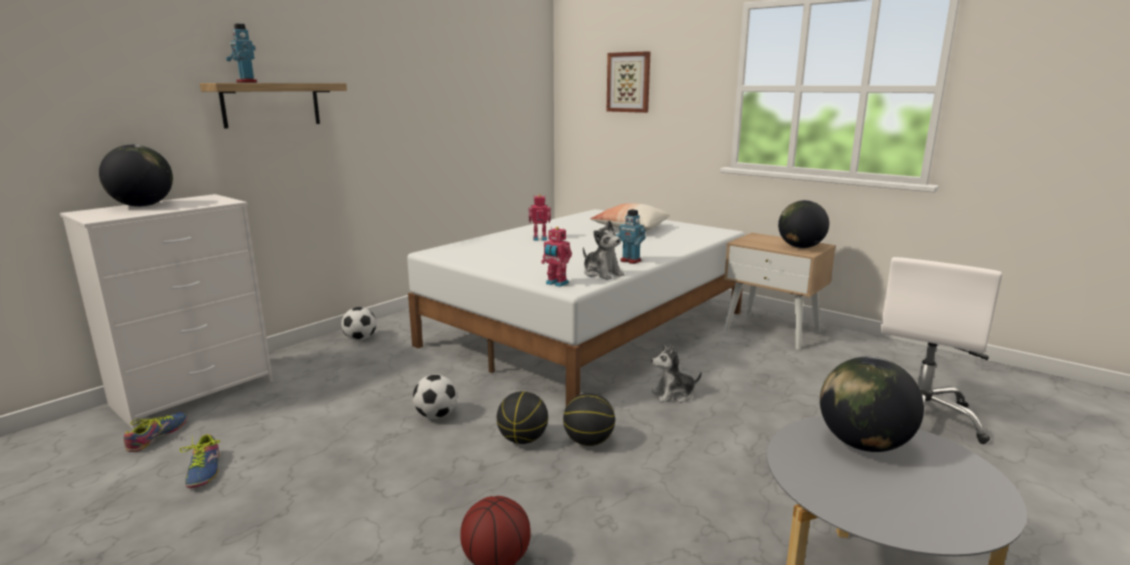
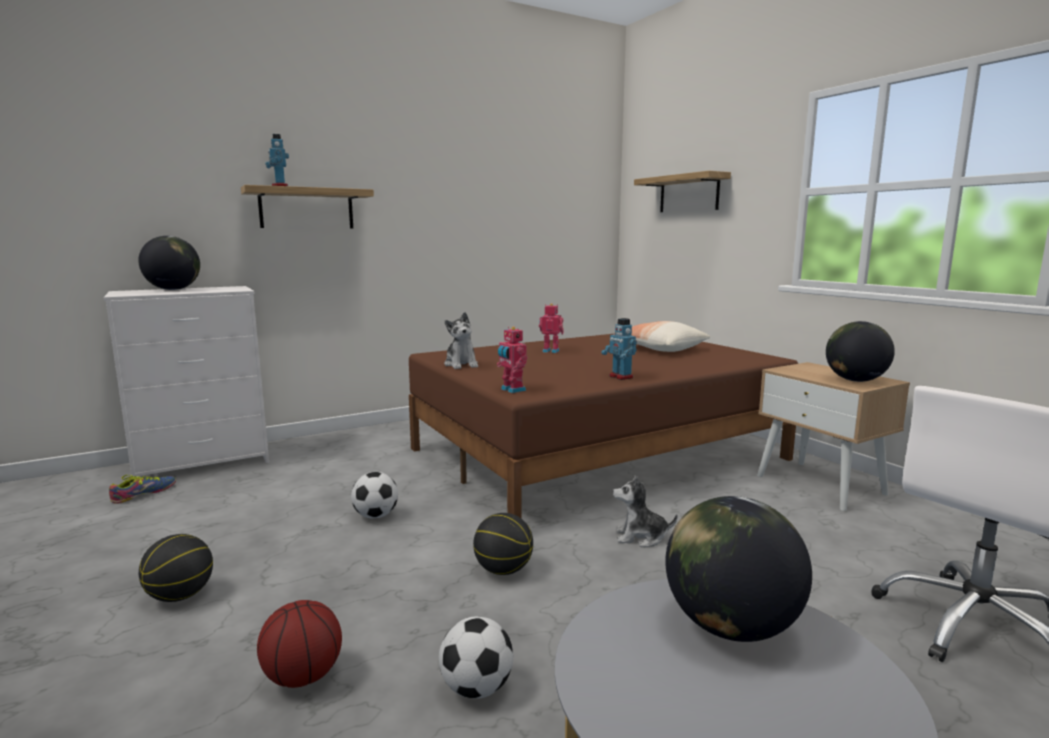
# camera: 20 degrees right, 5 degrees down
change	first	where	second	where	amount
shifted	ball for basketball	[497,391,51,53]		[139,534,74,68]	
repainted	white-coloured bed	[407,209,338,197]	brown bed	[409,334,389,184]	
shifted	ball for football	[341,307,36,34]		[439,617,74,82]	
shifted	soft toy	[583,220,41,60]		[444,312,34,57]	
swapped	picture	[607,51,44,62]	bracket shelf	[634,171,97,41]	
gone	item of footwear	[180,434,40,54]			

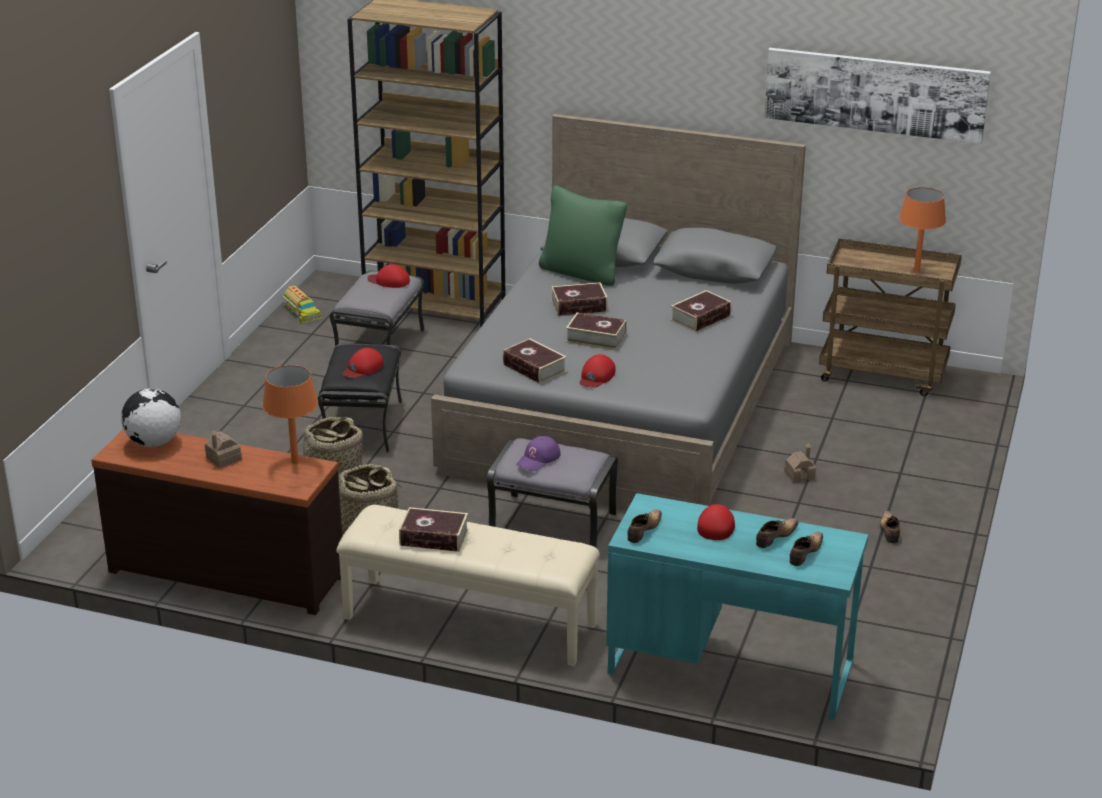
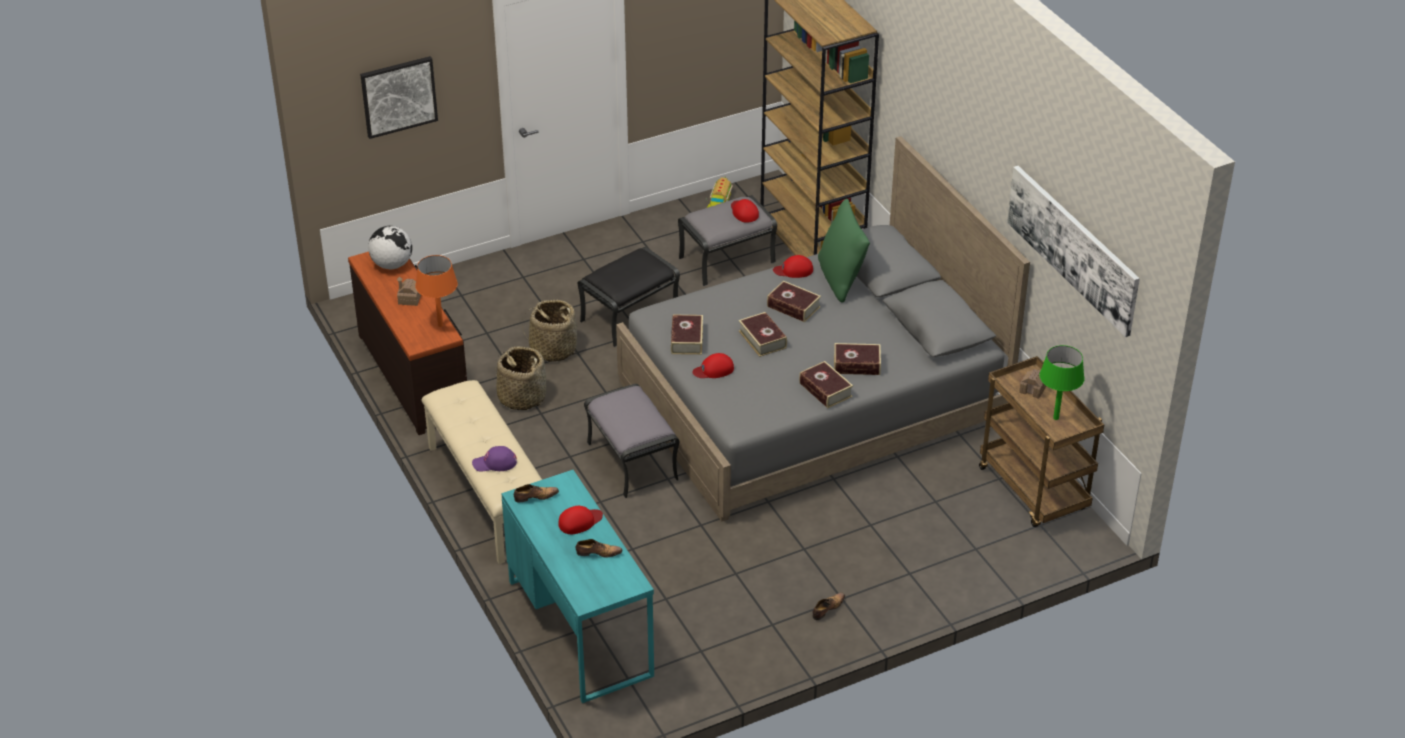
# camera: 45 degrees right, 10 degrees up
change	first	where	second	where	amount
new			picture	[360,56,78,83]	
shifted	purple-coloured baseball cap	[516,436,45,35]		[472,446,45,25]	
shifted	red baseball cap	[342,348,42,30]		[773,255,40,23]	
shifted	volume	[399,507,69,45]		[799,361,54,47]	
shifted	model house	[784,443,32,40]		[1019,369,27,30]	
repainted	orange-coloured lamp for a table	[899,187,47,86]	green lamp for a table	[1039,345,45,75]	
gone	item of footwear	[790,532,33,34]			

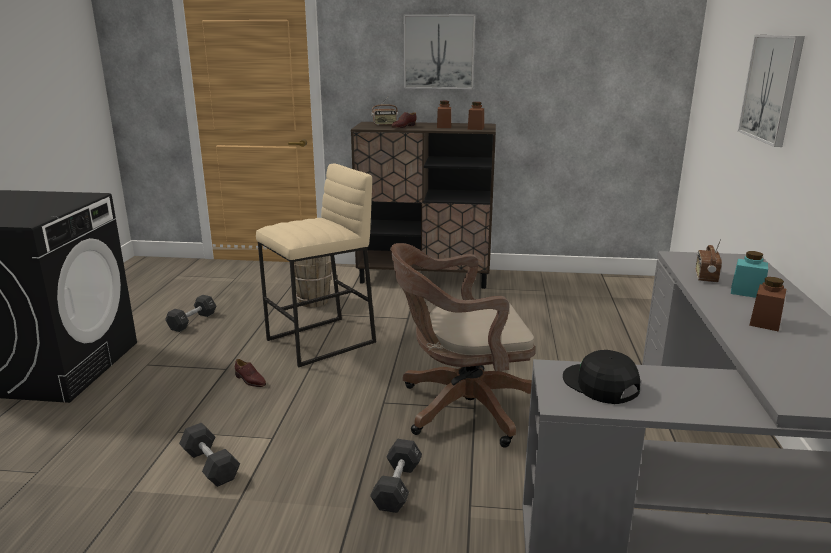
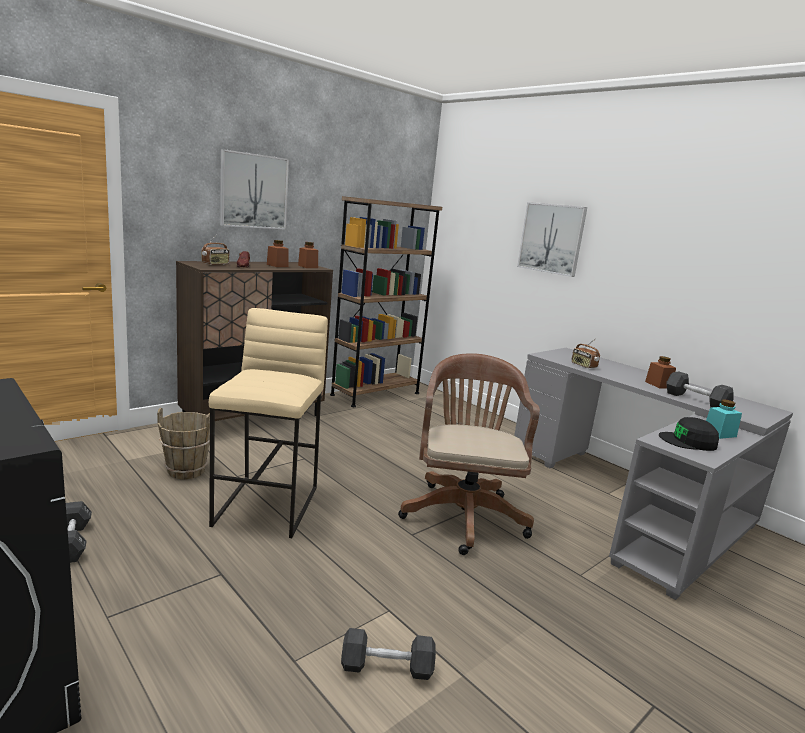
# camera: 50 degrees left, 5 degrees down
change	first	where	second	where	amount
new			brown bookshelf	[330,196,112,211]	
rotated	brown office chair	[390,243,146,205]		[398,353,142,202]	150 degrees clockwise
shifted	black-coloured dumbbell	[370,439,52,74]		[666,372,68,36]	
shifted	turquoise-coloured preserve jar	[731,251,37,47]		[706,399,36,40]	
gone	brown item of footwear	[235,359,31,28]			

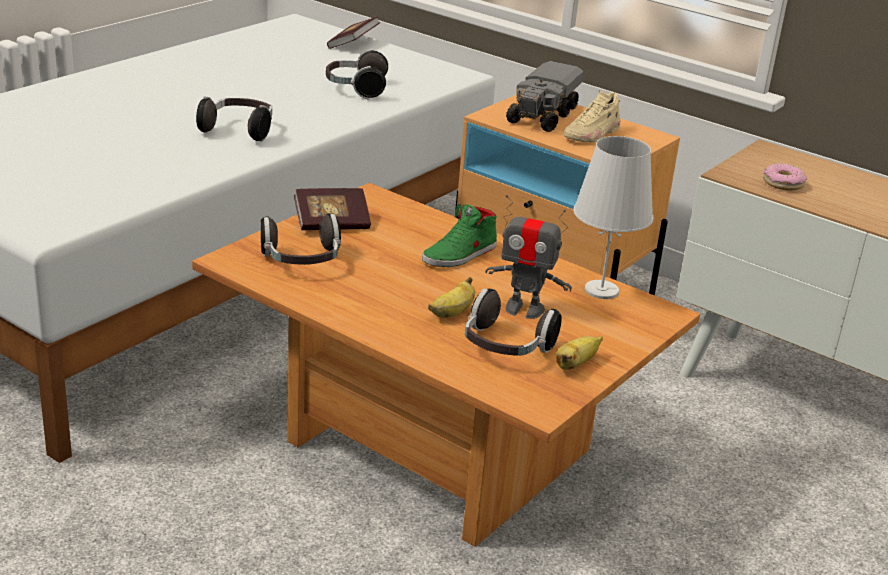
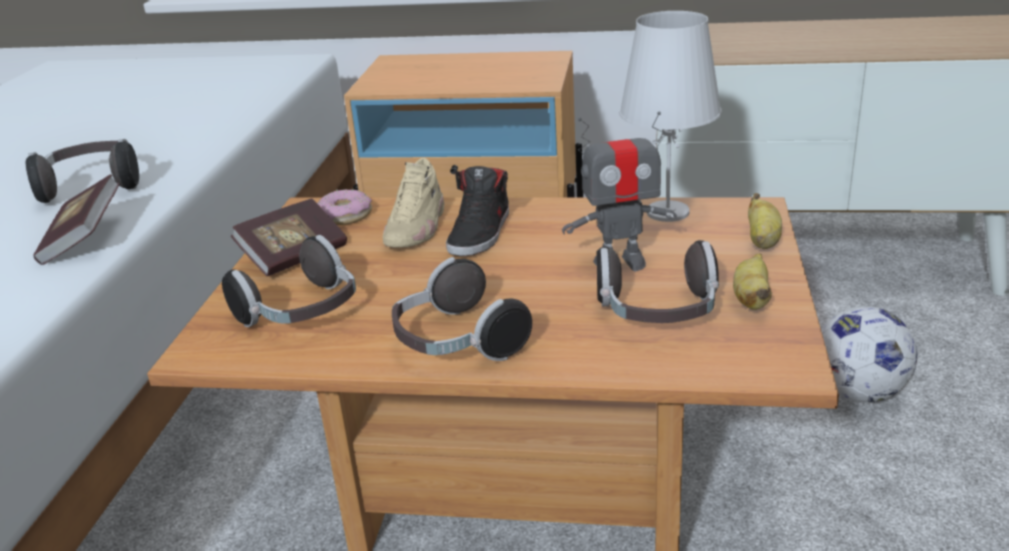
# camera: 25 degrees left, 0 degrees up
change	first	where	second	where	amount
shifted	volume	[327,16,53,33]		[33,174,86,91]	
shifted	doughnut	[763,163,44,27]		[317,189,55,36]	
shifted	beige item of footwear	[564,91,57,51]		[383,158,61,90]	
shifted	headphones	[326,49,62,50]		[392,257,140,104]	
repainted	green item of footwear	[422,204,75,63]	black-coloured item of footwear	[446,166,63,90]	
shifted	banana fruit	[428,277,47,41]		[748,193,34,56]	
new			ball for football	[821,306,97,96]	
gone	toy truck	[506,61,77,71]			

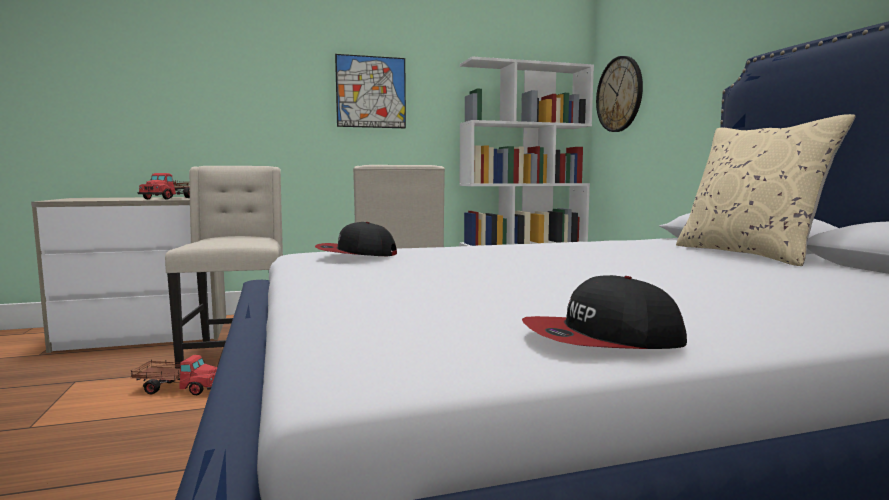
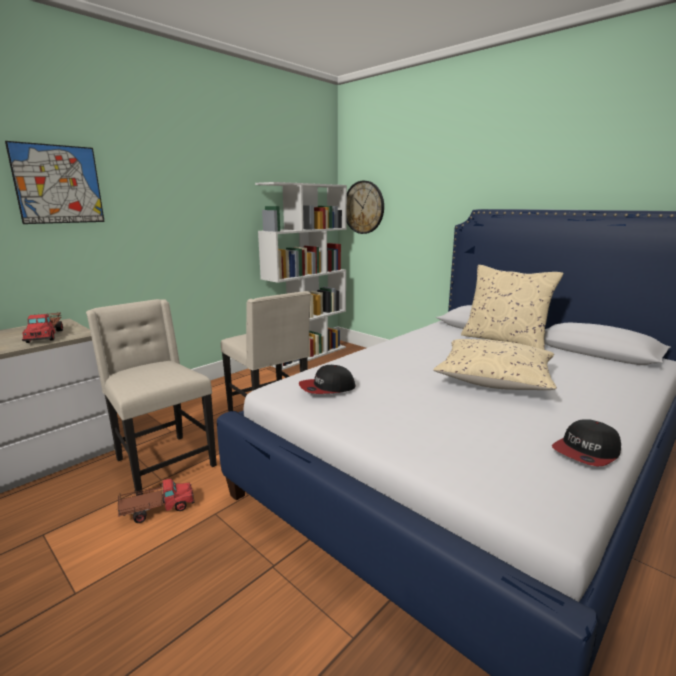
# camera: 30 degrees left, 10 degrees up
change	first	where	second	where	amount
shifted	picture	[335,54,71,74]		[5,141,100,83]	
new			beige cushion	[433,339,124,51]	

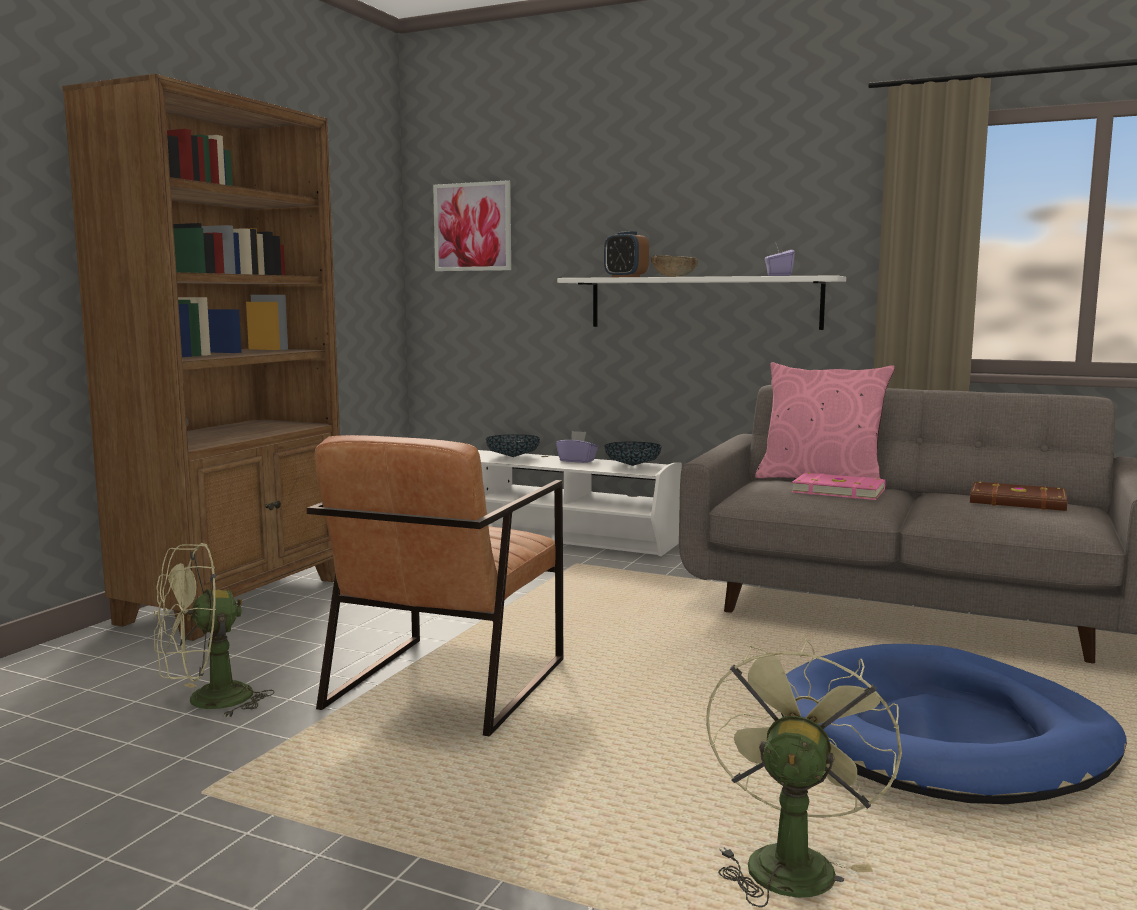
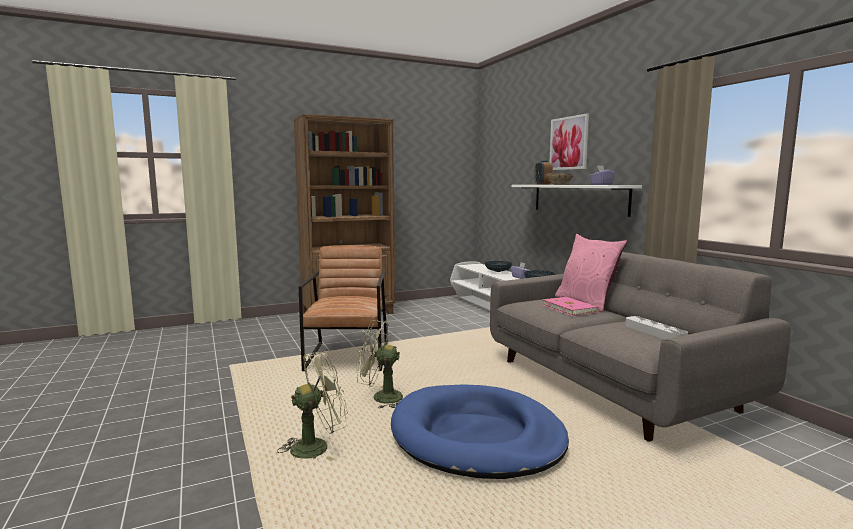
# camera: 40 degrees right, 0 degrees up
change	first	where	second	where	amount
rotated	brown lounge chair	[307,435,256,302]		[299,245,89,126]	120 degrees clockwise
shifted	green electric fan	[153,543,122,175]		[356,320,47,89]	
shifted	picture	[433,180,78,91]		[549,113,40,57]	
swapped	brown volume	[970,482,98,29]	gray tray	[625,316,63,23]	

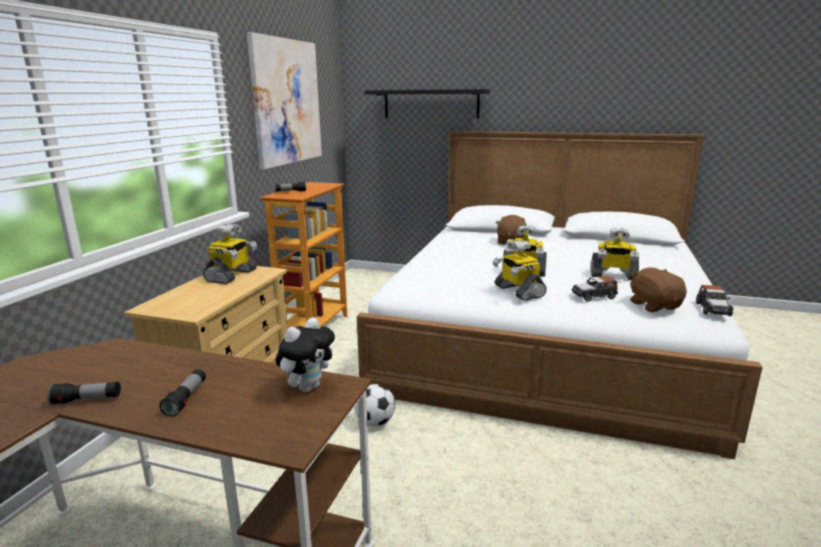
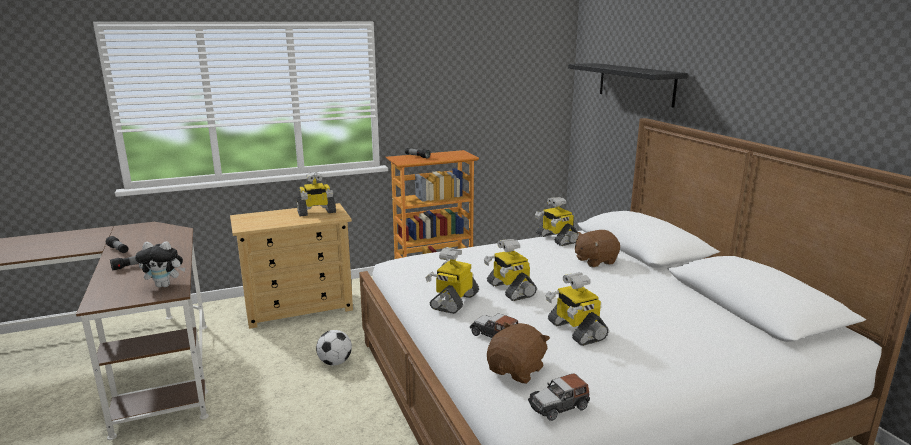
# camera: 50 degrees right, 0 degrees up
change	first	where	second	where	amount
new			toy robot	[535,197,43,49]	
gone	picture	[247,32,75,137]			

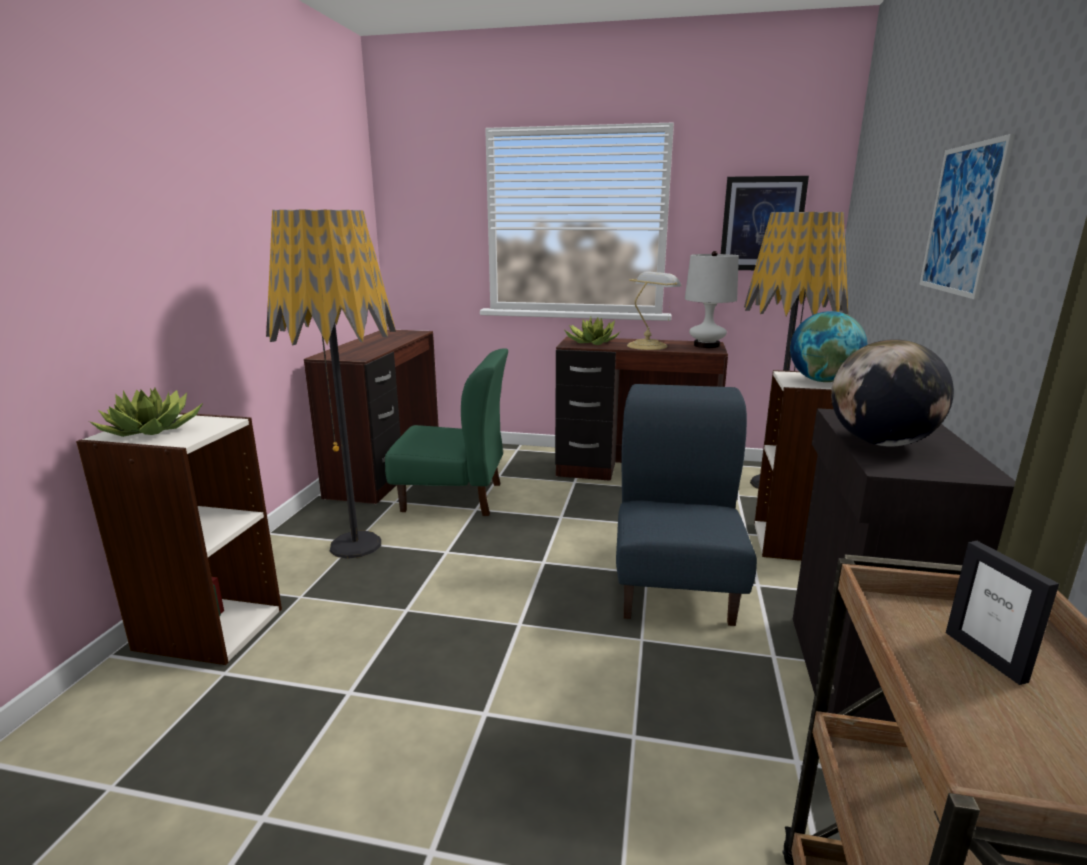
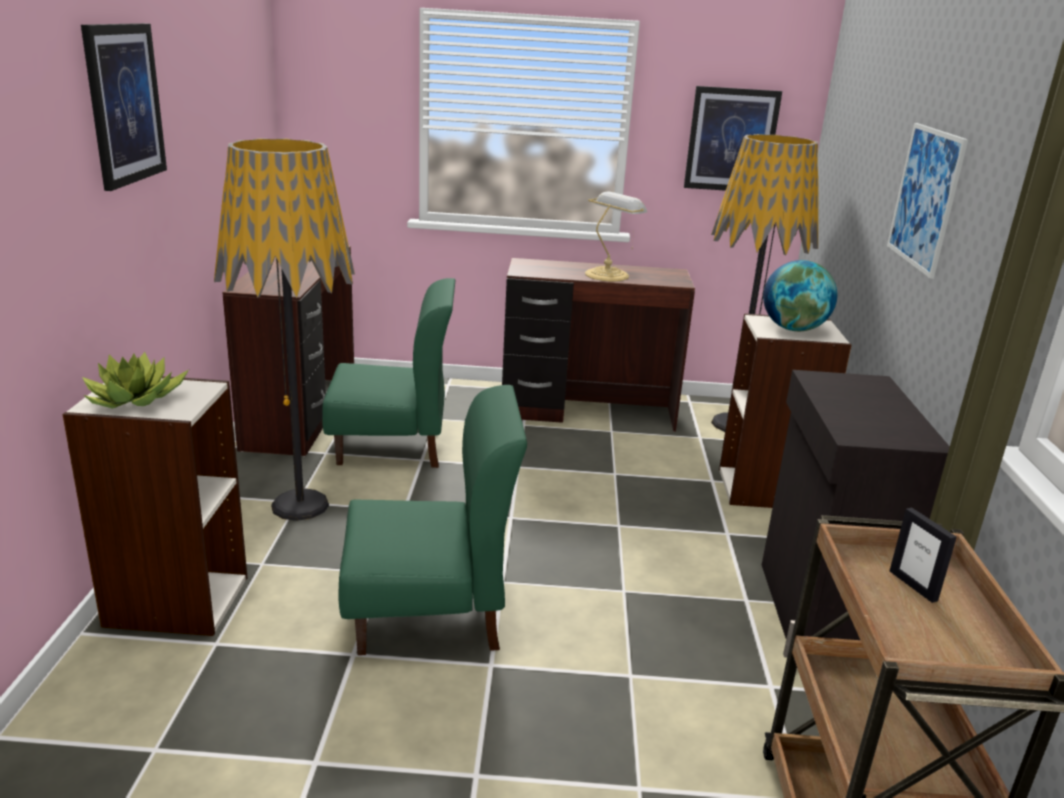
# camera: 10 degrees left, 5 degrees up
change	first	where	second	where	amount
new			picture	[81,23,86,168]	
new			green upright chair	[338,385,189,270]	
gone	potted plant	[565,317,55,28]			
gone	bluish upright chair	[616,384,141,242]			
gone	white-coloured lamp for a table	[685,251,54,97]			
gone	desk globe	[831,339,123,108]			

